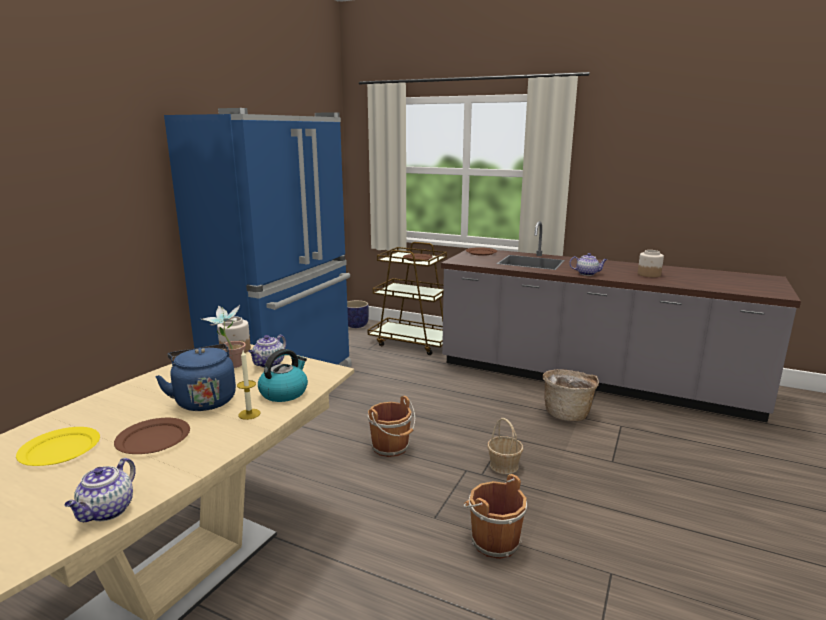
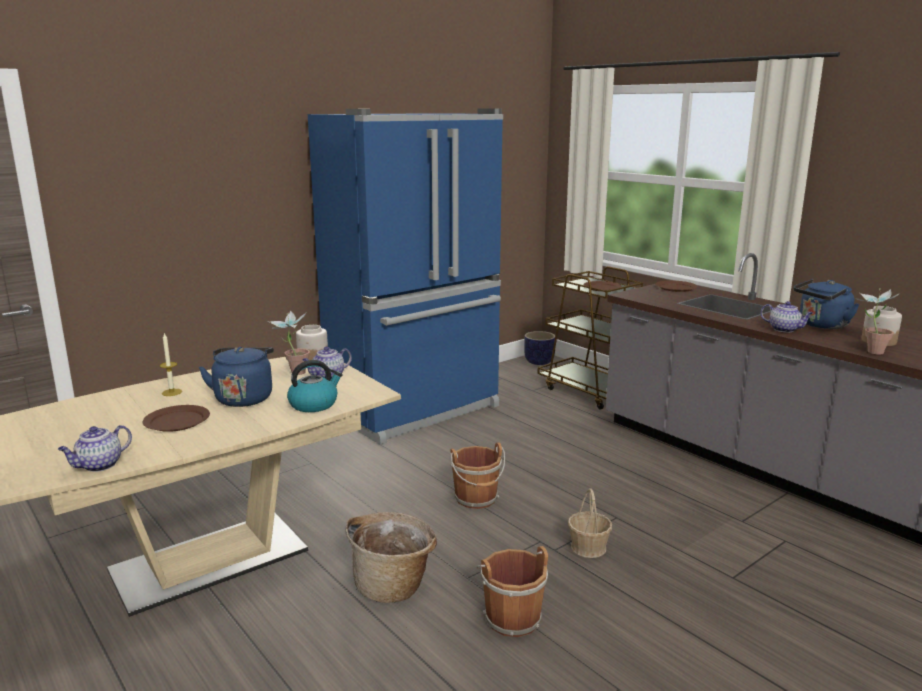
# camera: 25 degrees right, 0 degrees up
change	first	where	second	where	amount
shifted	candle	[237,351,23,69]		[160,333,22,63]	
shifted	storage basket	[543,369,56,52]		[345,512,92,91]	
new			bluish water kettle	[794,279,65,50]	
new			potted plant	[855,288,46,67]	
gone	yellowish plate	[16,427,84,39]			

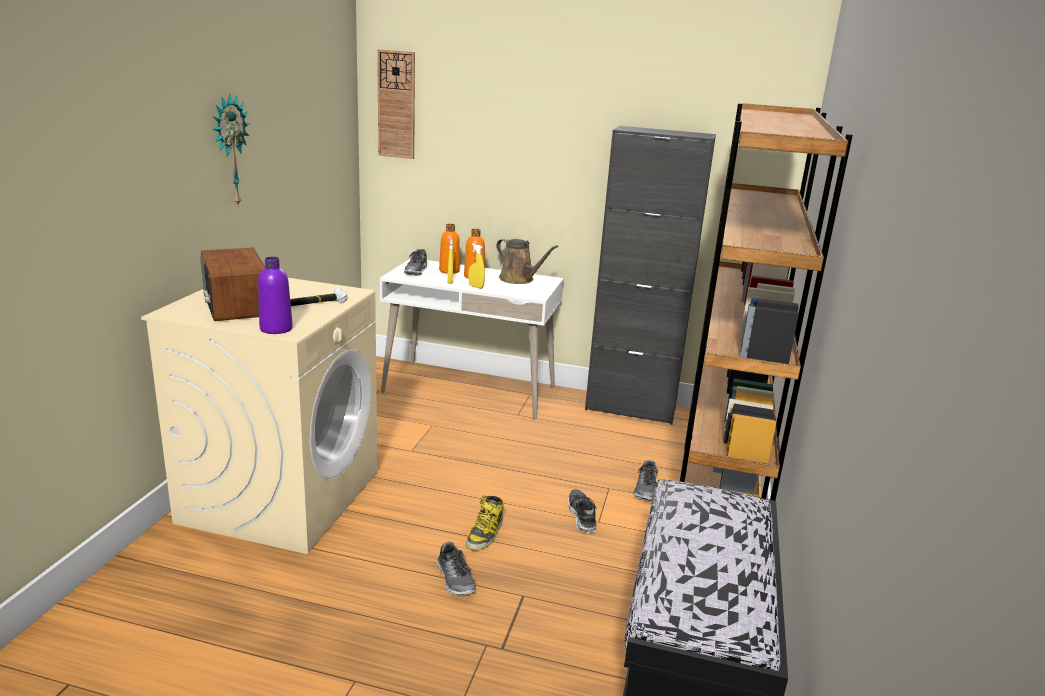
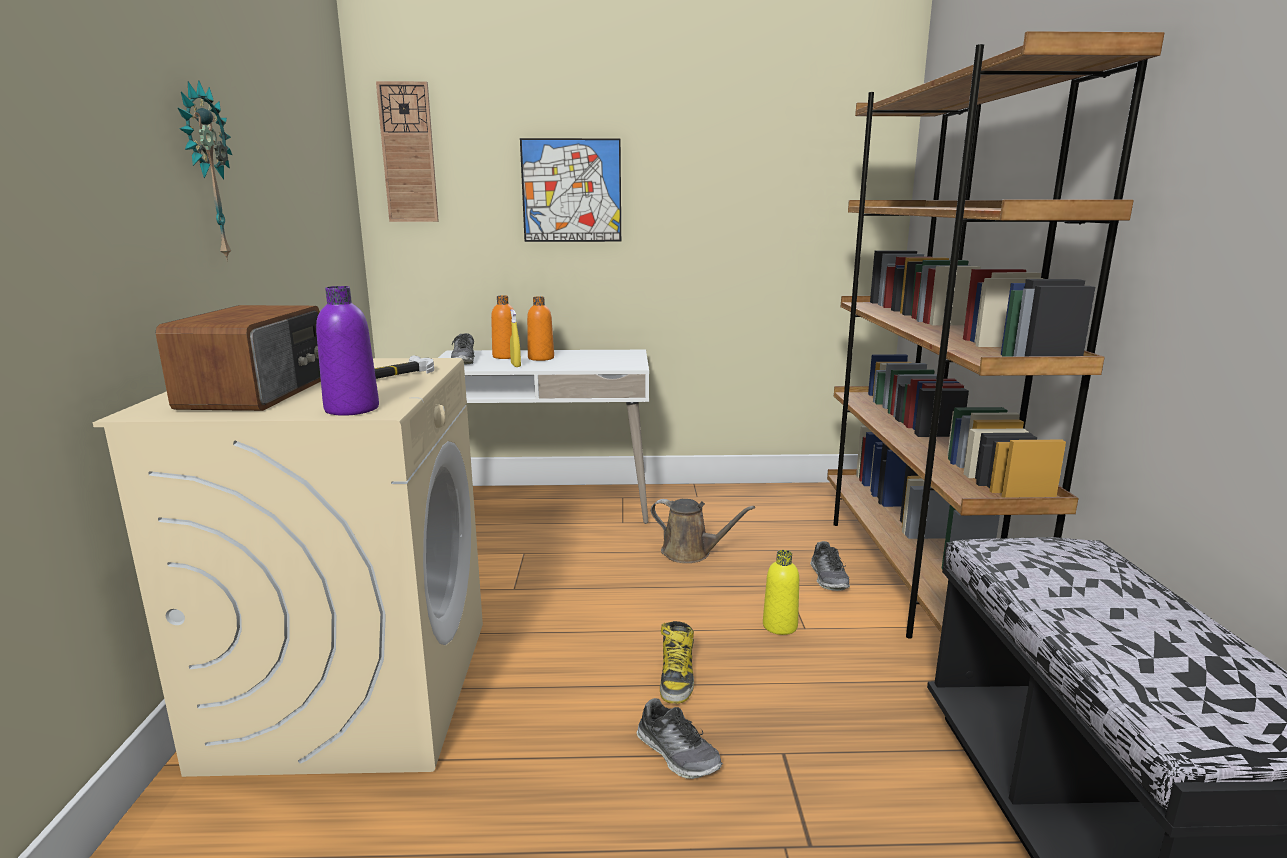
# camera: 15 degrees left, 5 degrees down
change	first	where	second	where	amount
rotated	radio receiver	[200,247,65,74]		[156,305,165,106]	135 degrees counterclockwise
new			picture	[520,138,101,104]	
shifted	brown watering can	[496,238,62,46]		[651,499,104,64]	
swapped	item of footwear	[568,489,29,44]	yellowish beverage bottle	[763,550,36,85]	
gone	yellowish hand sprayer	[469,243,16,46]			
gone	black-coloured storage cabinet	[585,126,131,299]			

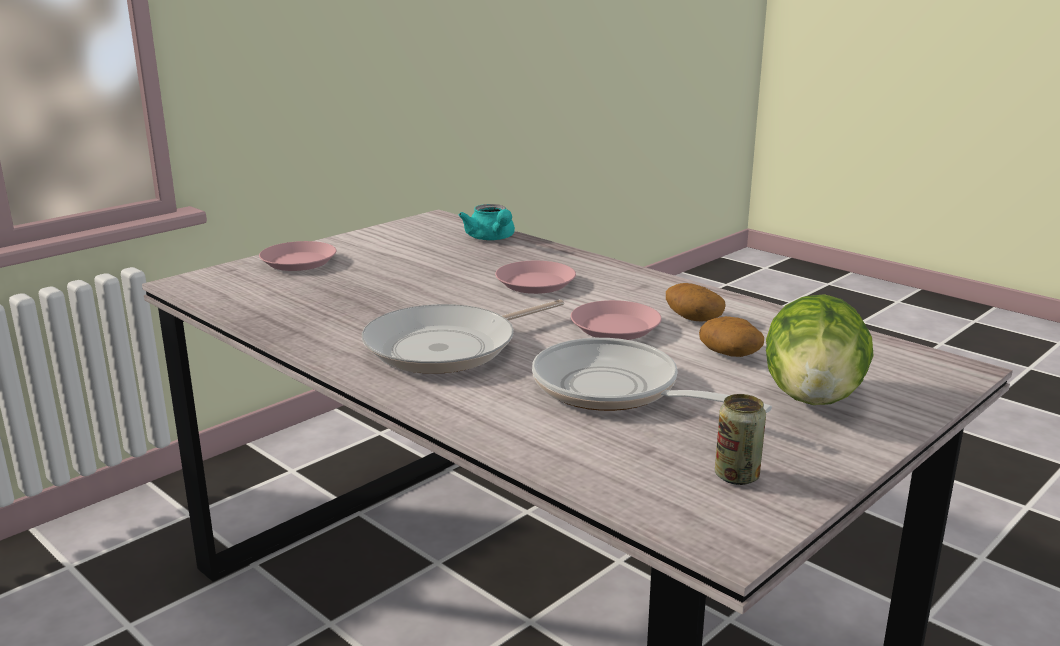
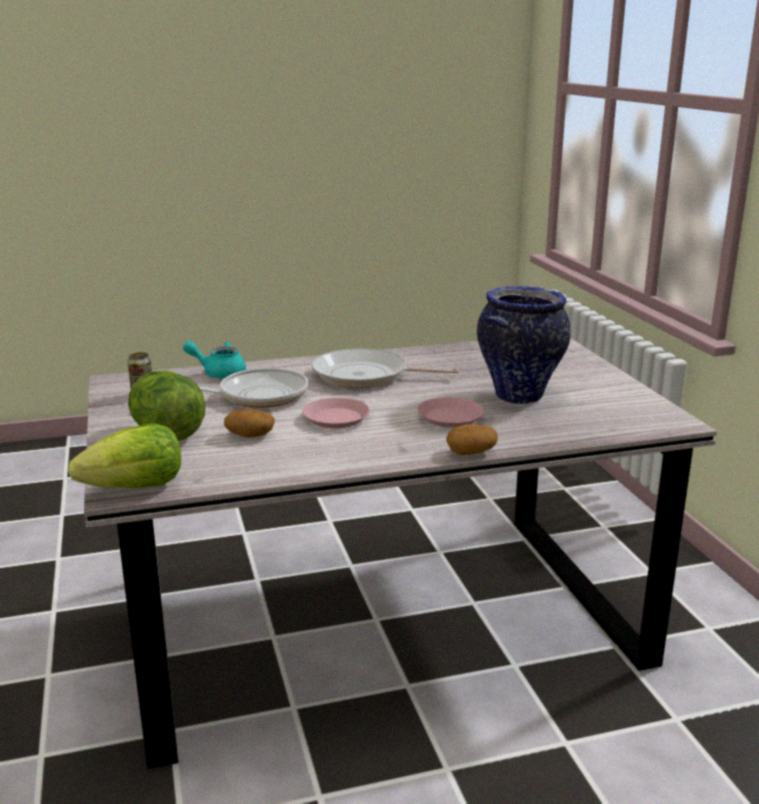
# camera: 120 degrees right, 0 degrees up
change	first	where	second	where	amount
new			lettuce head	[68,424,113,65]	
shifted	turquoise-coloured teapot	[459,204,56,37]		[183,341,63,38]	
rotated	pan	[362,299,202,75]		[312,348,147,40]	75 degrees counterclockwise
shifted	whole potato	[666,283,60,39]		[446,424,52,31]	
new			vase	[477,286,94,118]	
gone	pinkish plate	[259,241,78,30]			

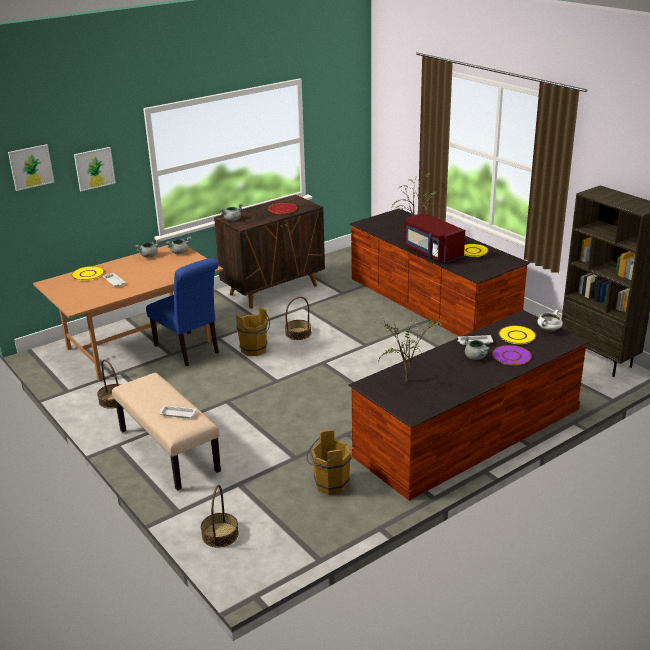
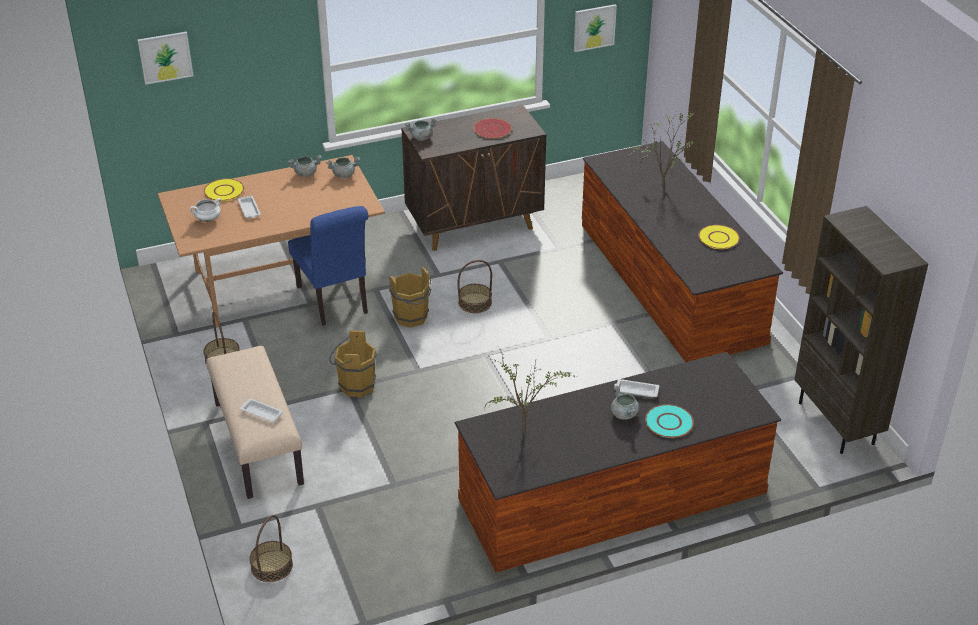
# camera: 15 degrees right, 10 degrees up
change	first	where	second	where	amount
shifted	white-coloured saucepot	[537,310,26,22]		[190,198,31,24]	
shifted	brown water bucket	[306,429,46,66]		[329,330,48,67]	
shifted	picture	[74,147,42,44]		[574,4,43,48]	
repainted	purple-coloured plate	[492,345,40,21]	turquoise-coloured plate	[645,404,49,34]	
gone	red microwave	[404,212,61,51]			
gone	yellowish plate	[499,326,37,18]			

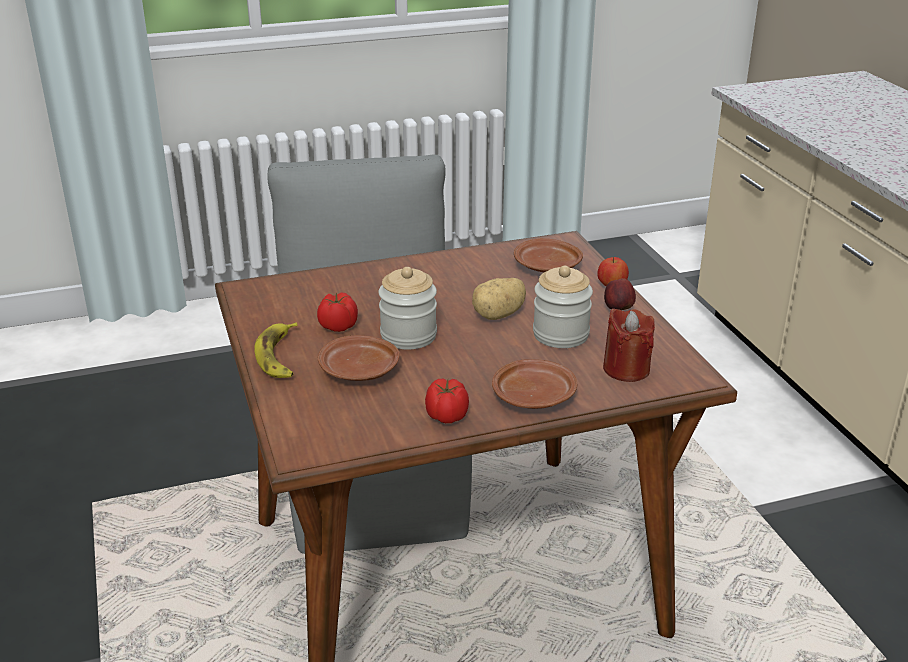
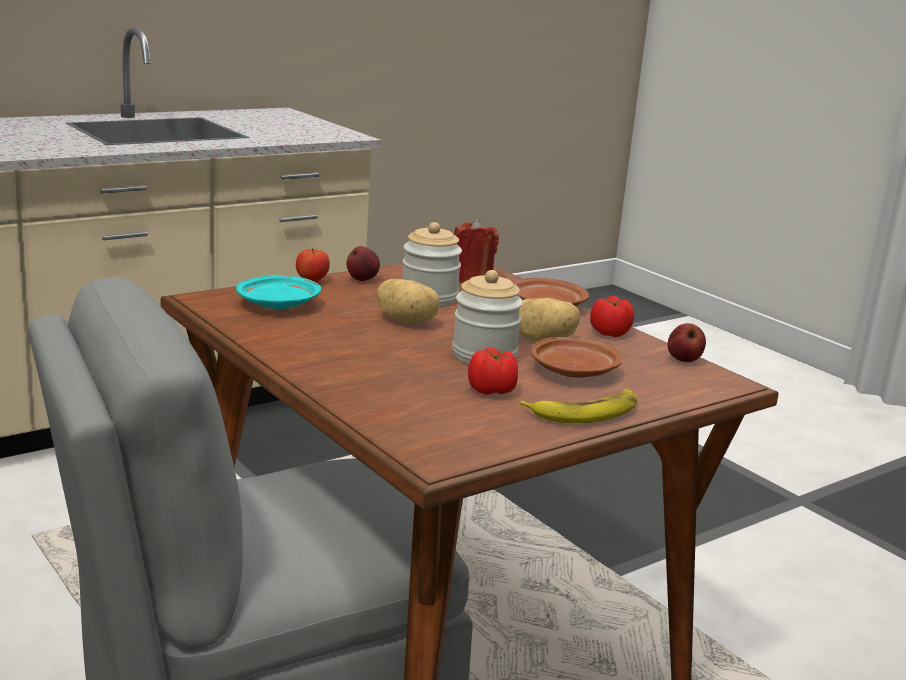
# camera: 110 degrees left, 10 degrees down
change	first	where	second	where	amount
repainted	brown plate	[514,238,69,34]	turquoise-coloured plate	[236,275,85,34]	
new			whole potato	[519,298,61,44]	
new			apple	[668,323,38,39]	

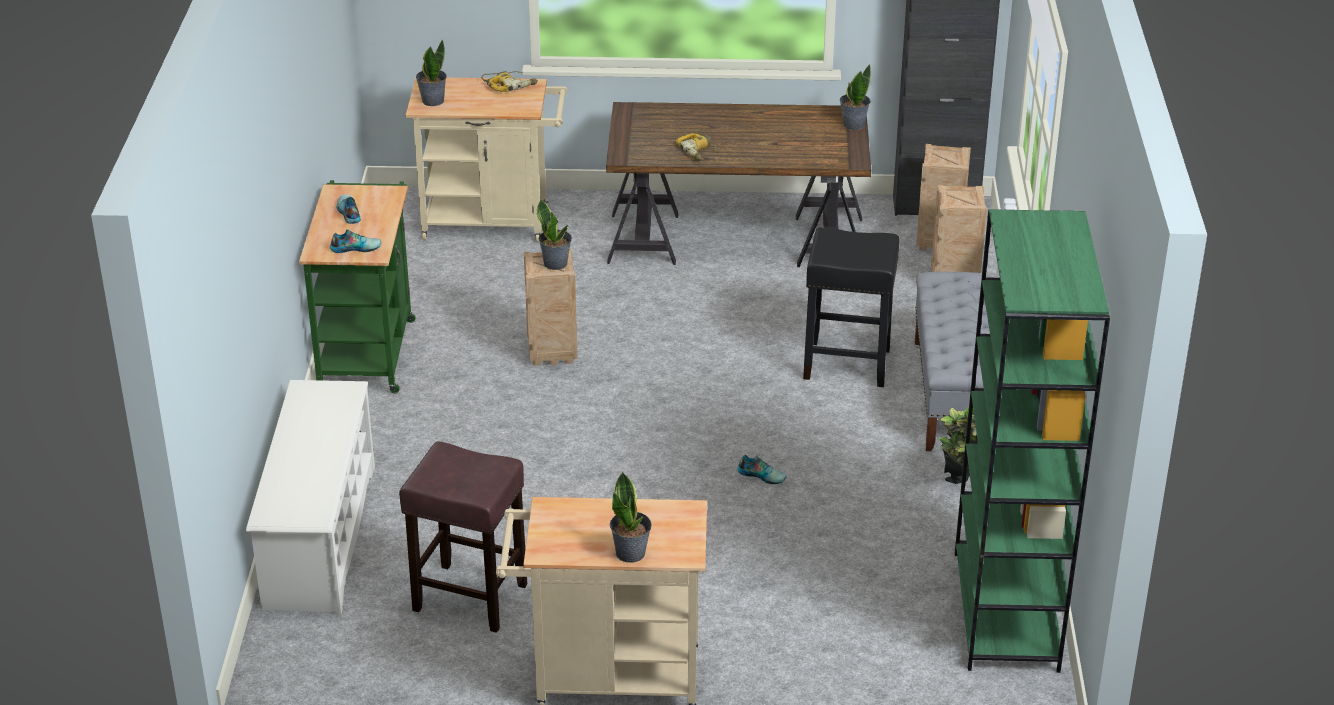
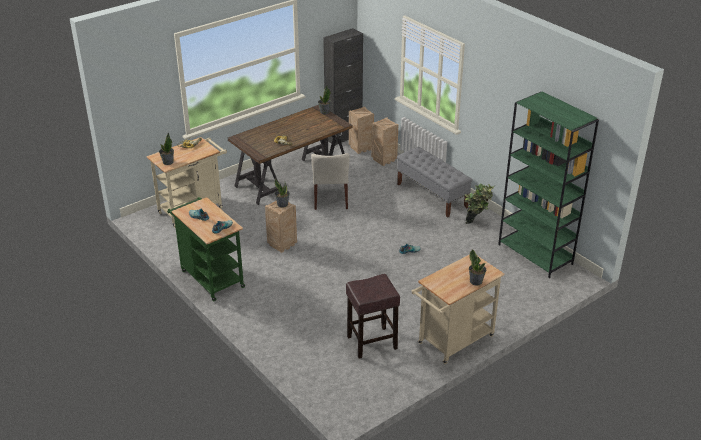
# camera: 40 degrees left, 0 degrees up
change	first	where	second	where	amount
new			beige upright chair	[311,153,38,57]	
gone	white-coloured shoe rack	[246,380,129,235]			
gone	black-coloured stool	[803,227,97,160]			

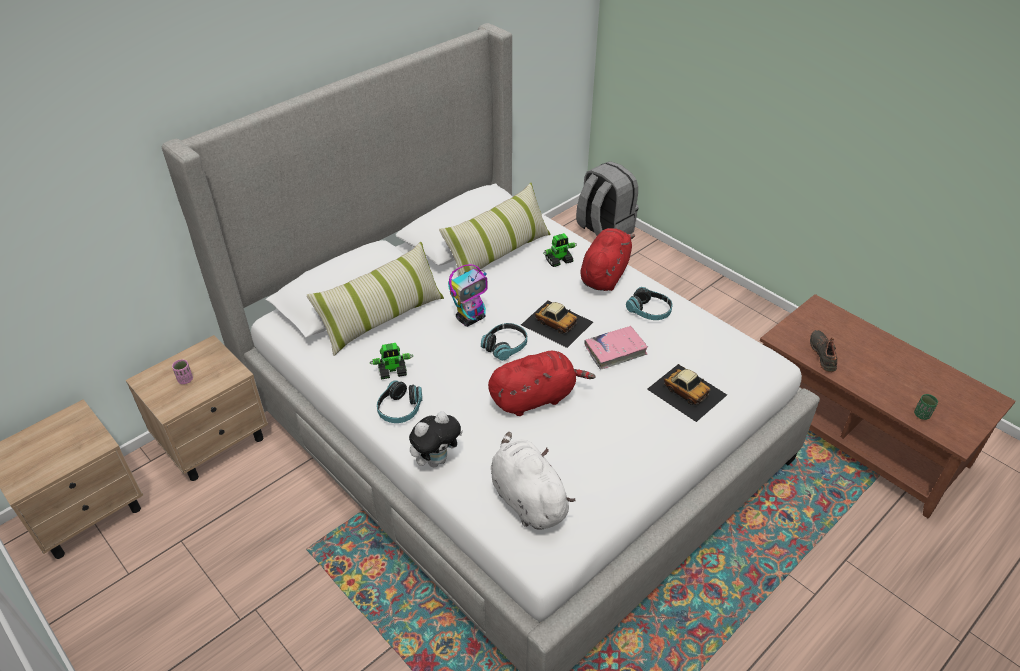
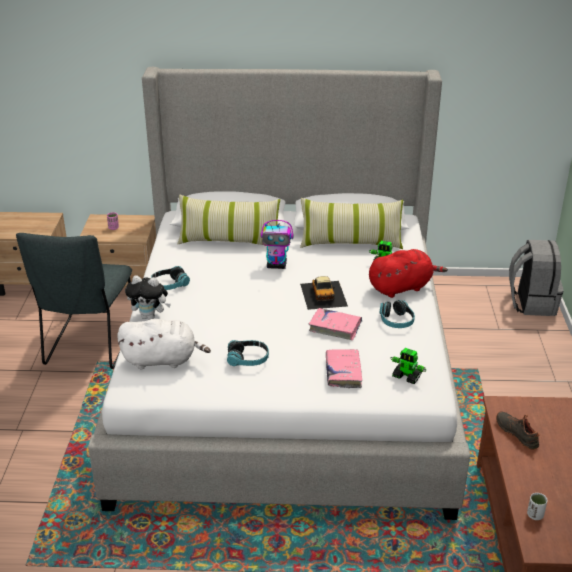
# camera: 45 degrees right, 10 degrees down
change	first	where	second	where	amount
new			gray upright chair	[16,233,116,136]	
rotated	white-coloured soft toy	[491,432,85,98]		[117,319,94,50]	75 degrees clockwise
shifted	headphones	[481,323,46,38]		[227,340,42,26]	
swapped	model car	[647,364,80,58]	pinkish volume	[326,349,36,39]	
shifted	toy robot	[370,343,43,37]		[390,348,37,36]	
rotated	black-coloured item of footwear	[810,330,27,42]		[496,412,44,38]	75 degrees counterclockwise
repainted	green drinking cup	[914,394,24,26]	white-coloured drinking cup	[527,493,20,27]	
gone	red soft toy	[488,351,108,65]			

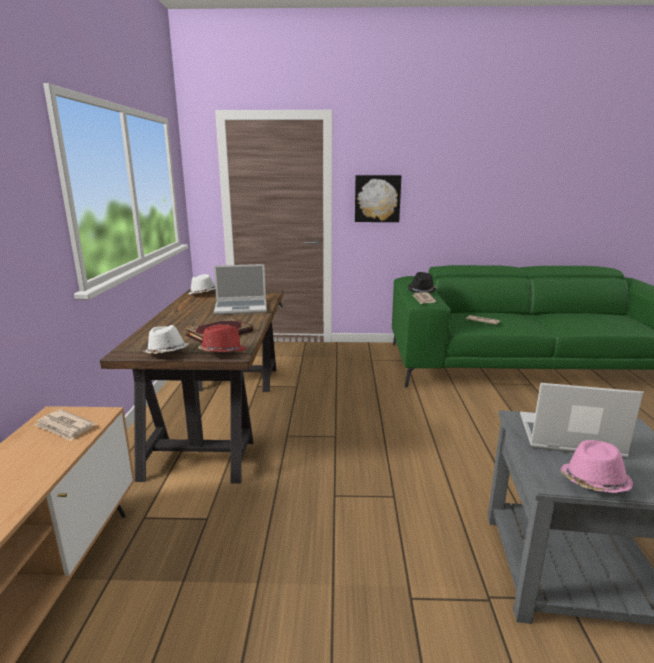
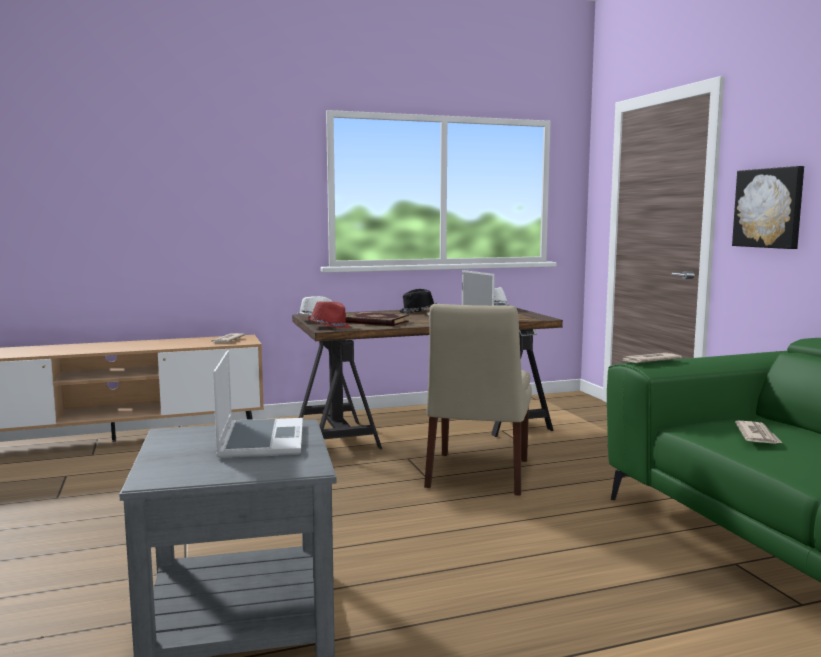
# camera: 70 degrees right, 10 degrees down
change	first	where	second	where	amount
shifted	black-coloured wearable hat	[408,272,29,22]		[399,289,38,24]	
new			beige upright chair	[424,304,108,192]	
gone	pinkish wearable hat	[560,440,74,53]			

